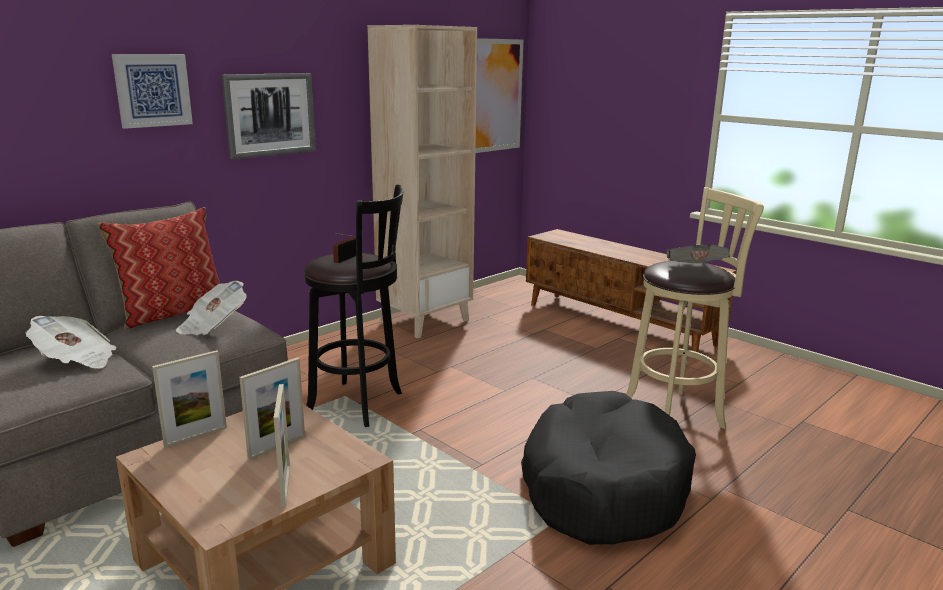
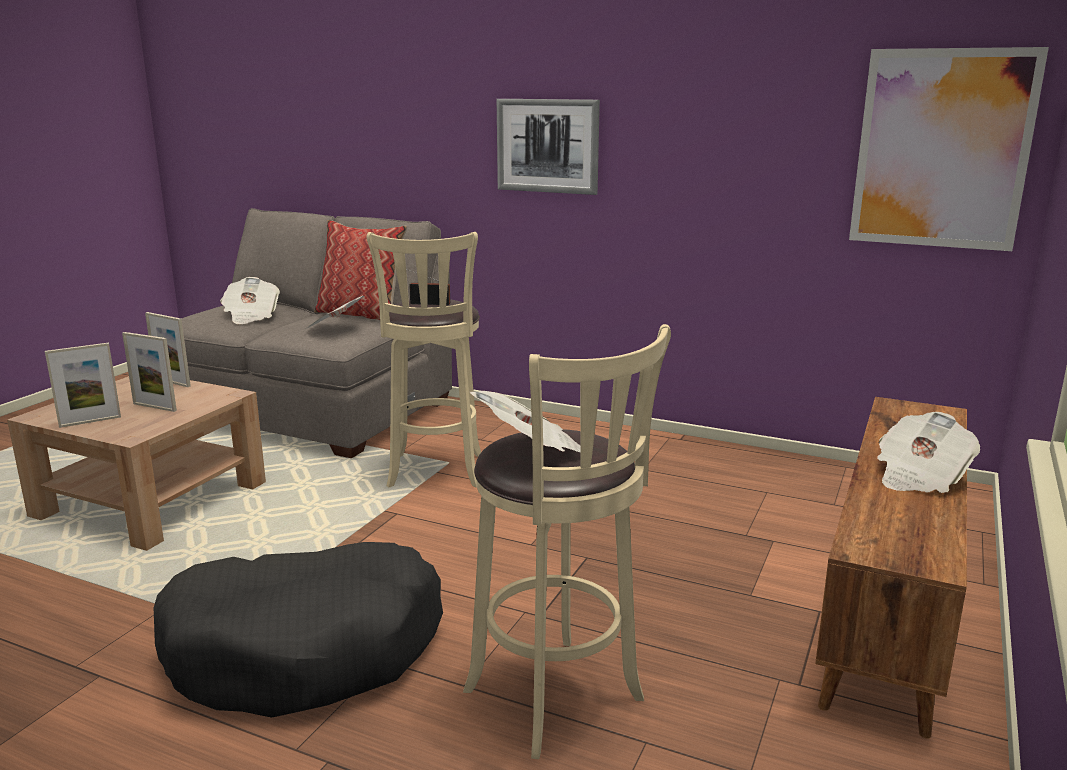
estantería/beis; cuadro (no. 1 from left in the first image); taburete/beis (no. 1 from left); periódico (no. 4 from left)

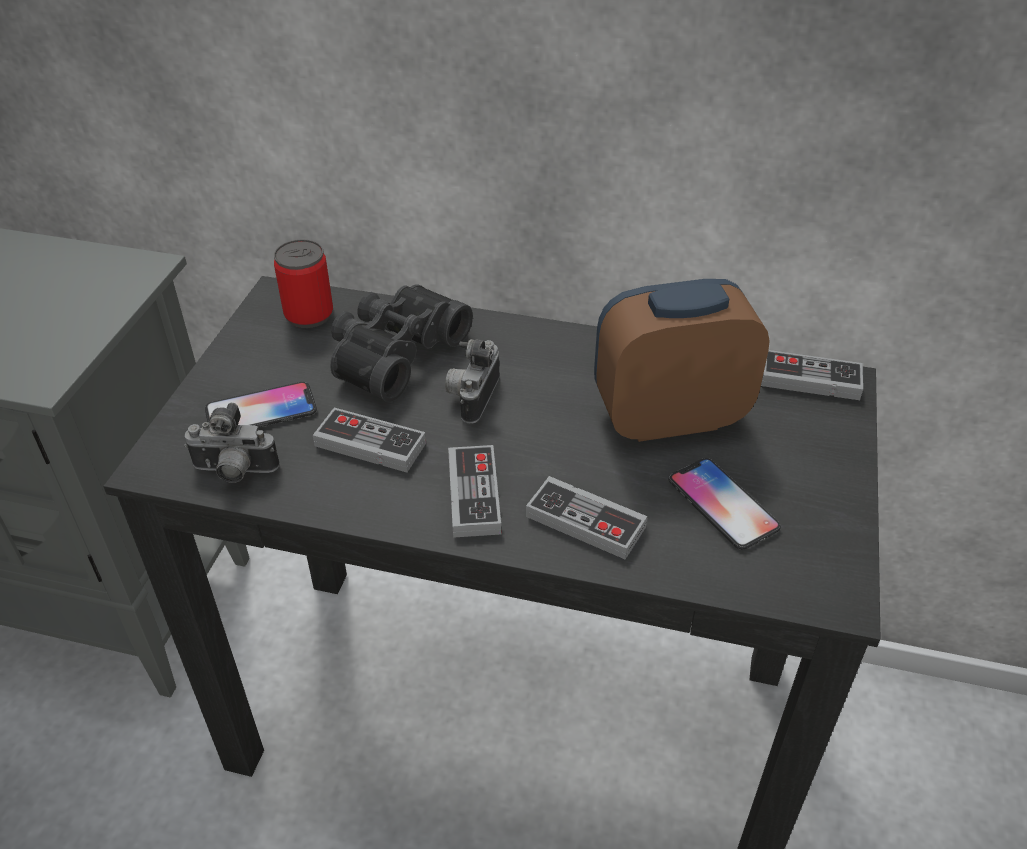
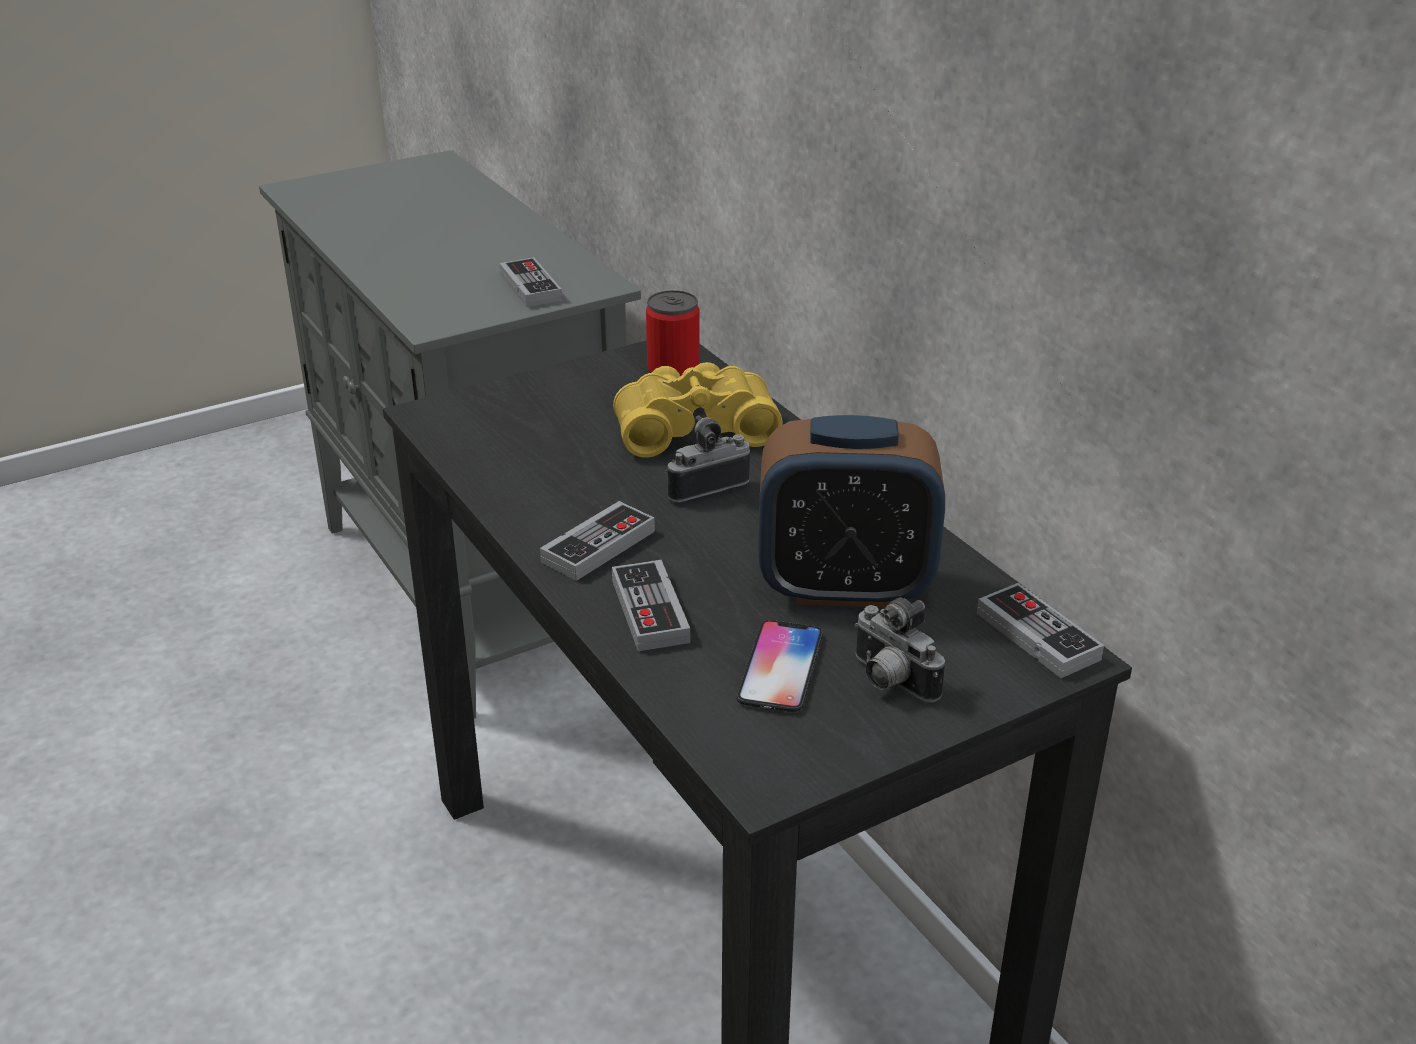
despertador; prismáticos/amarillo; móvil (no. 1 from left in the first image); cámara (no. 2 from left); mando de consola (no. 1 from left)

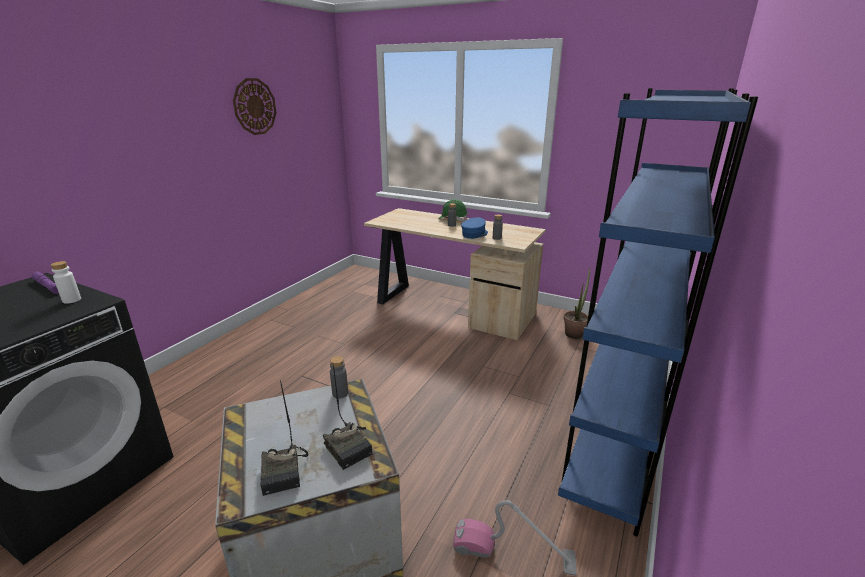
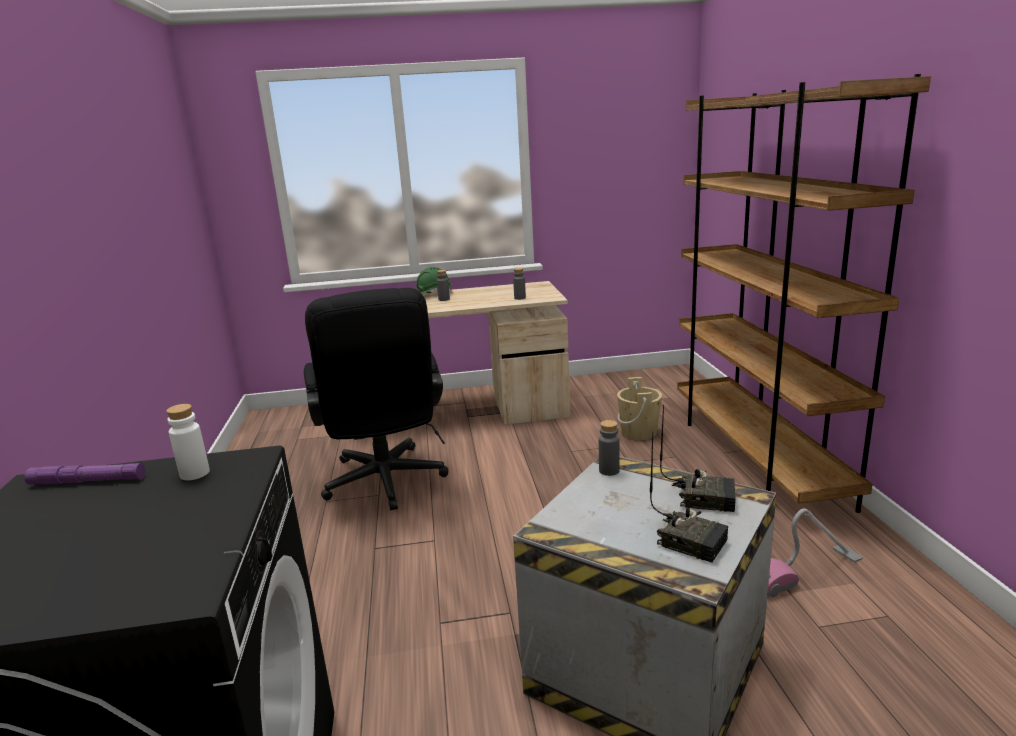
reloj de pared; estantería/marrón; gorra/azul; planta en maceta; silla de oficina/negro; cubo/beis

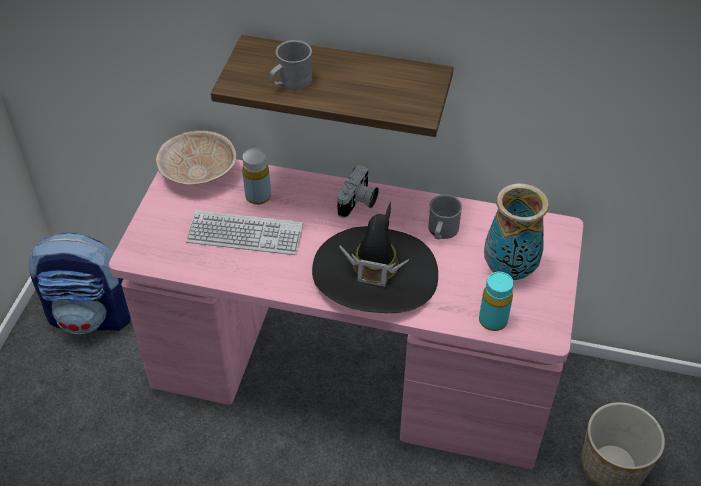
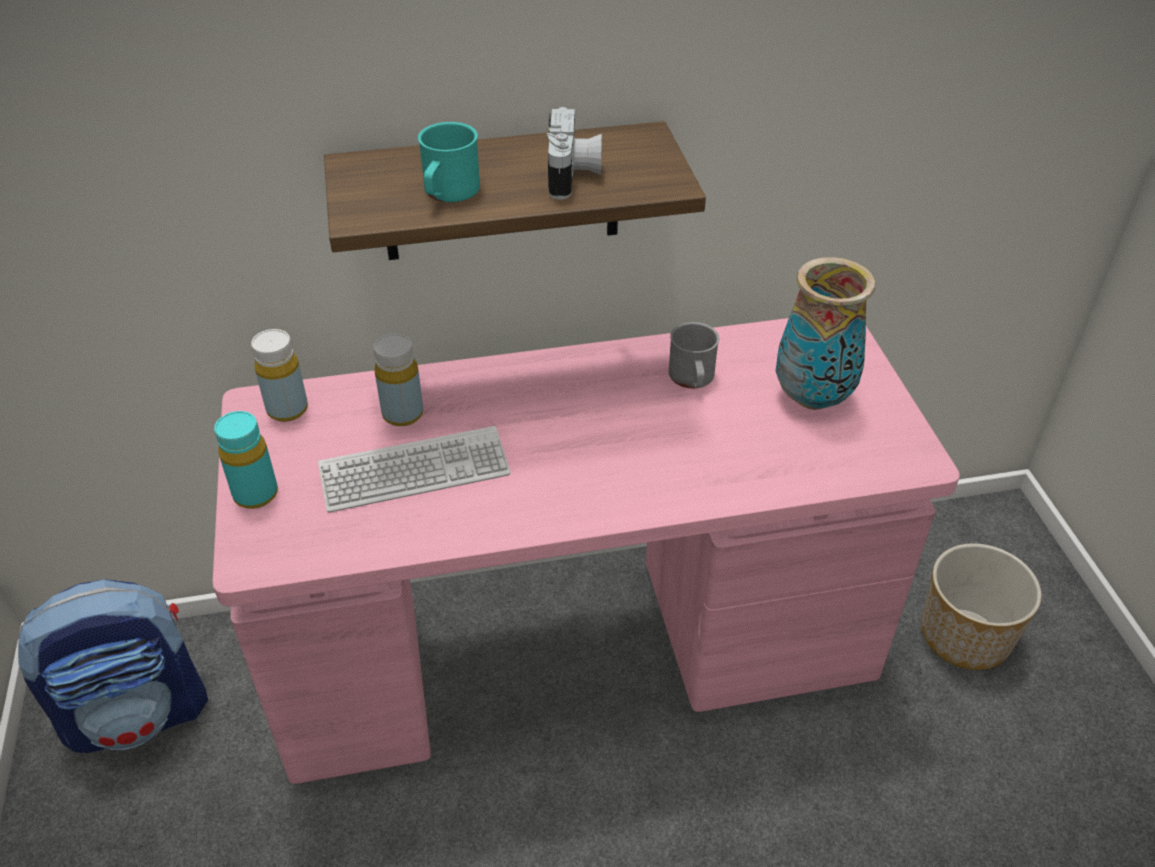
taza grande/turquesa; botella/amarillo (no. 1 from left); cámara; sombrero/negro; botella/turquesa

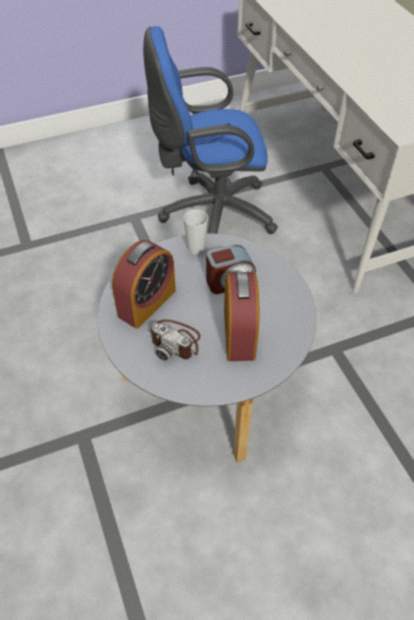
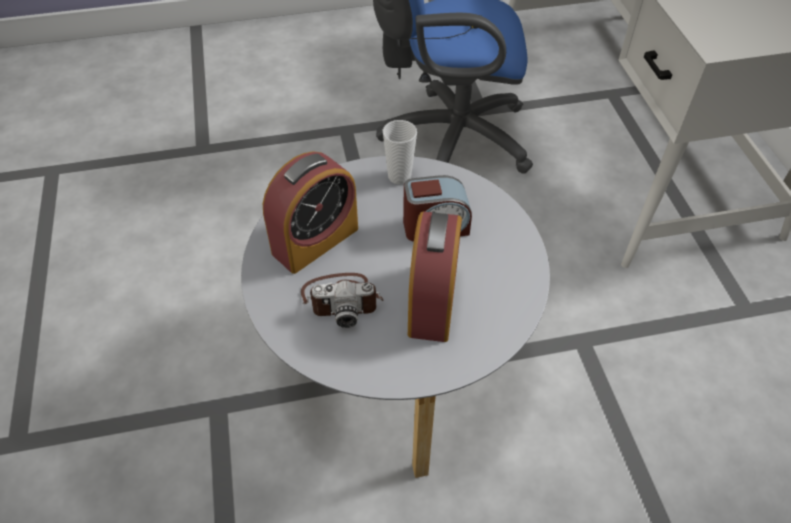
cámara

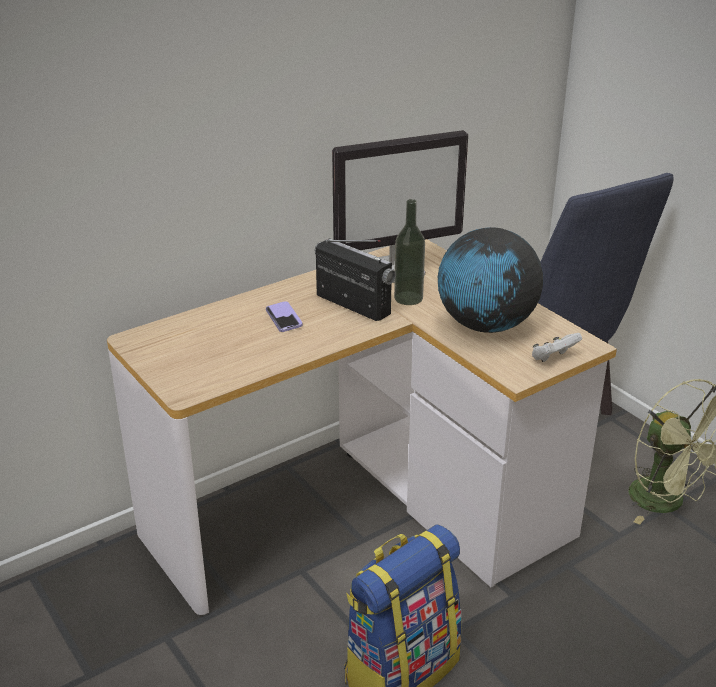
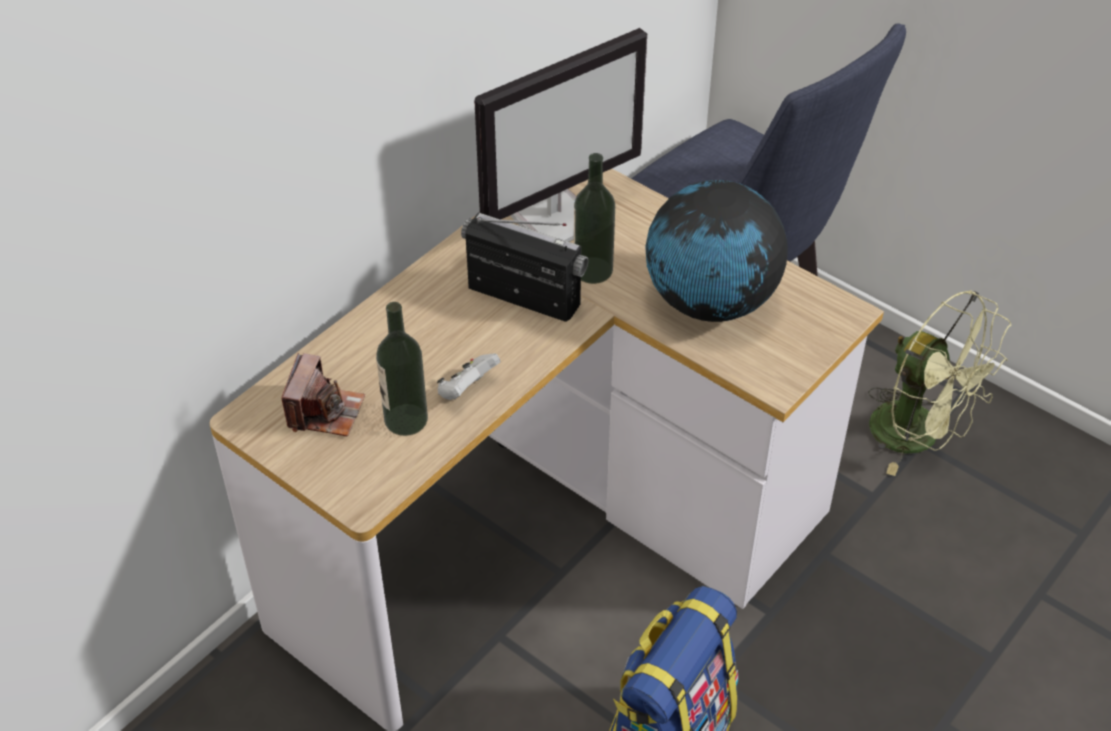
móvil; mando de consola/blanco; botella (no. 1 from left); cámara

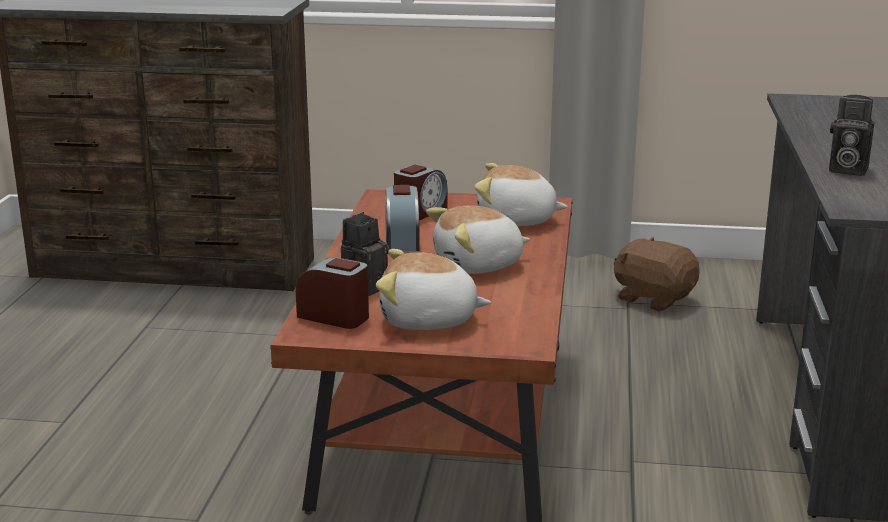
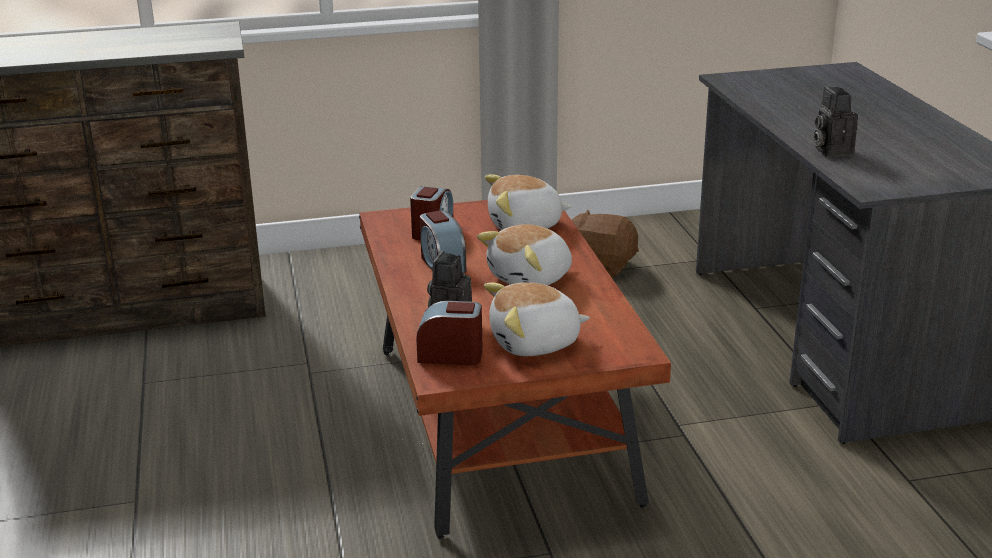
cámara (no. 2 from left)

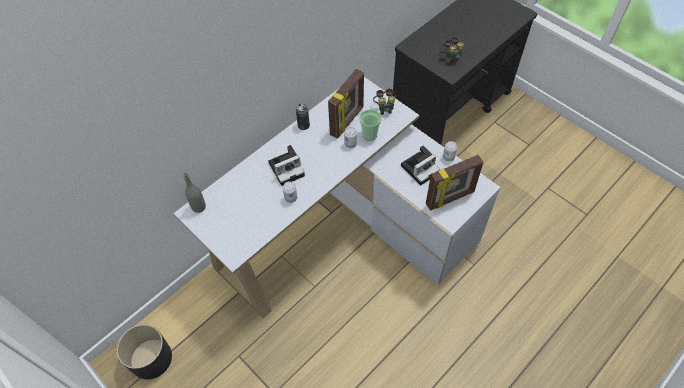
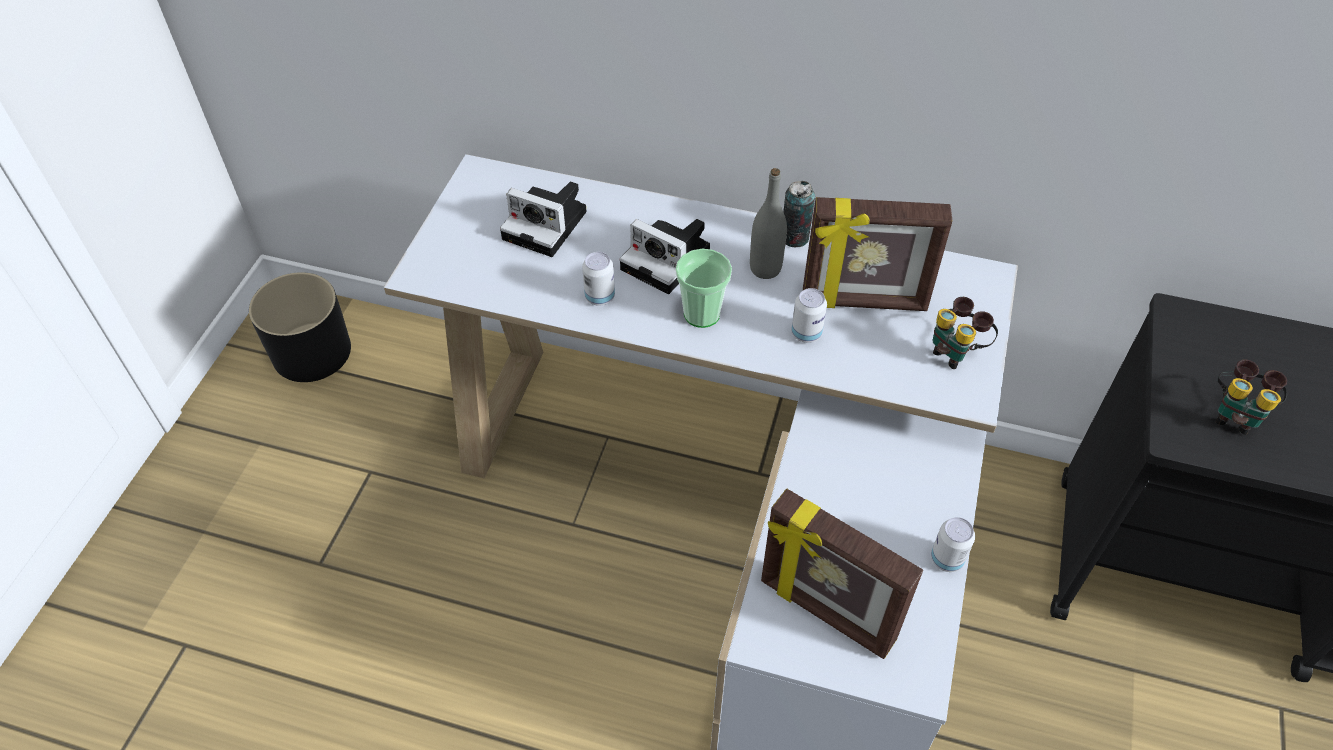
taza; cámara (no. 1 from left); botella/gris

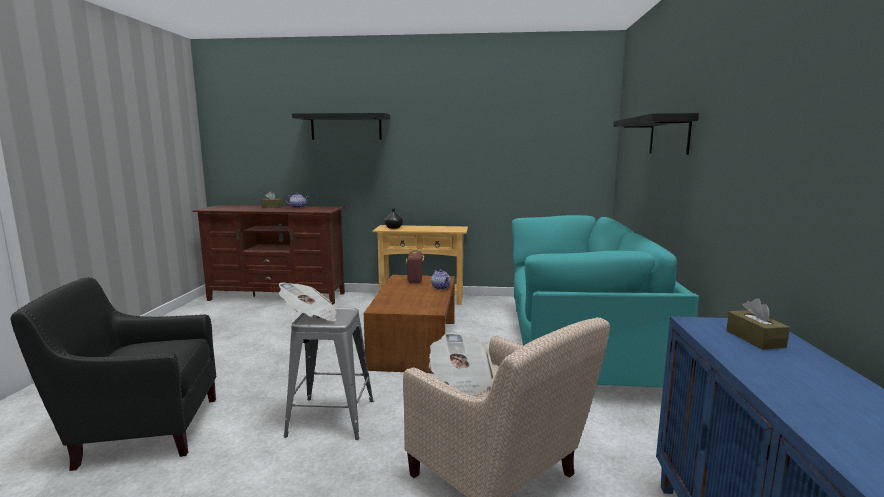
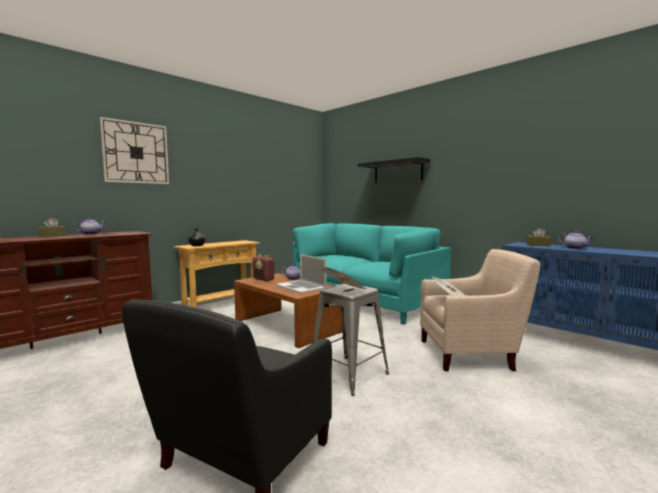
reloj de pared; tetera (no. 3 from left); portátil

